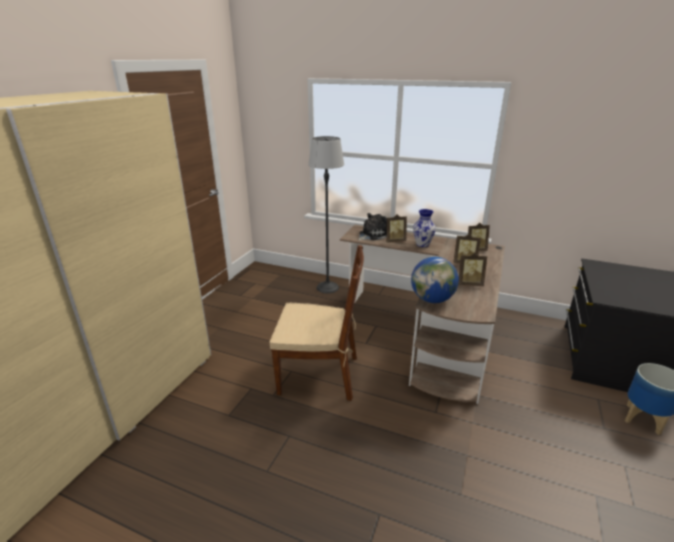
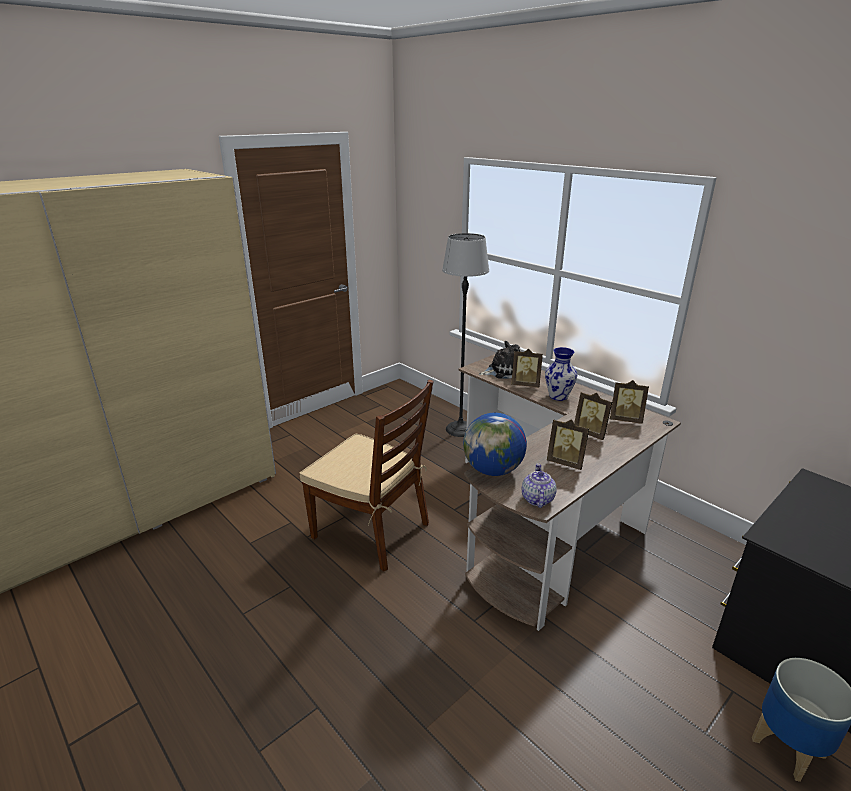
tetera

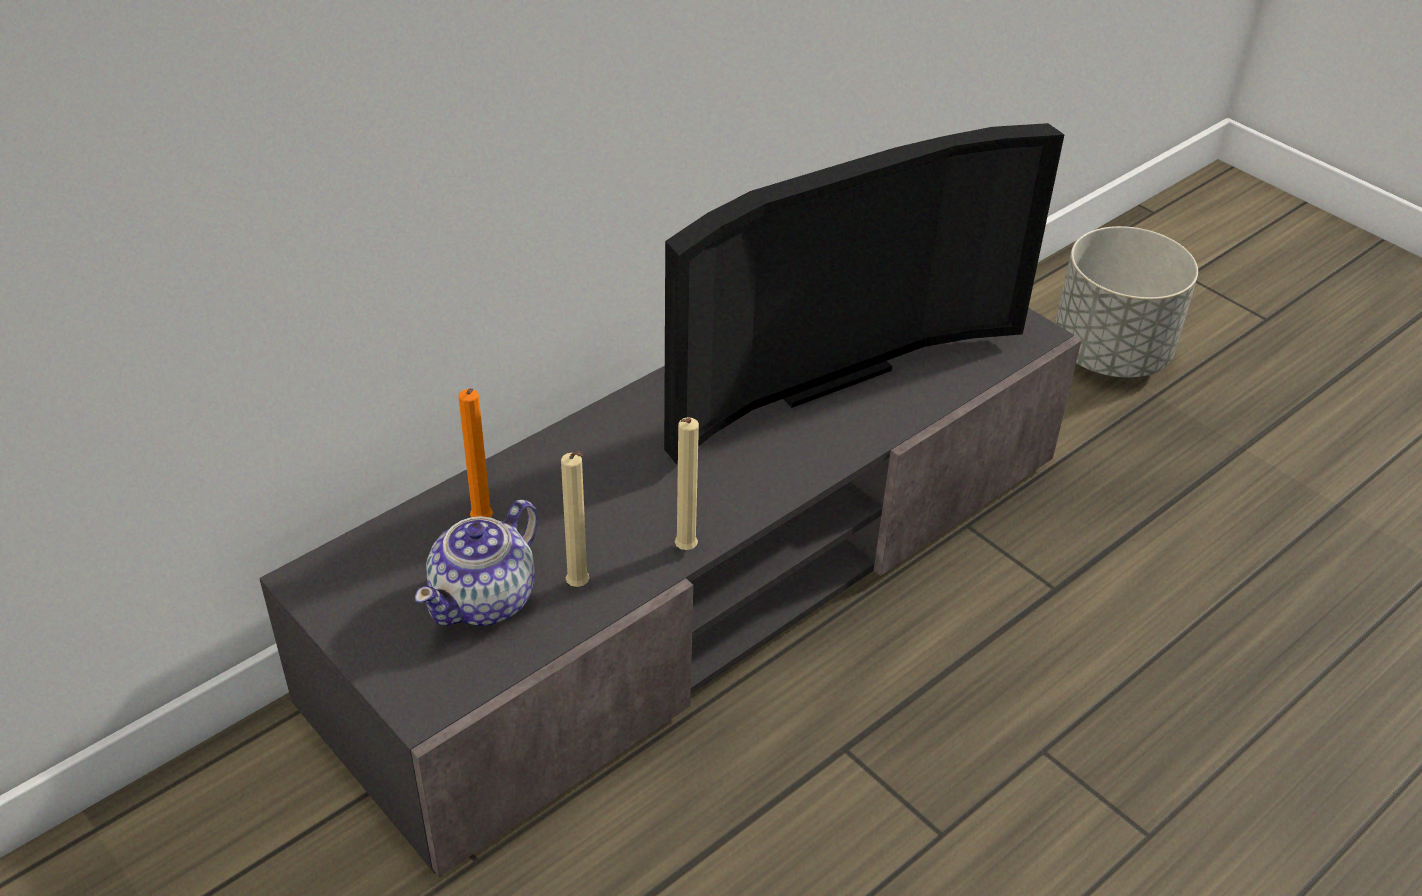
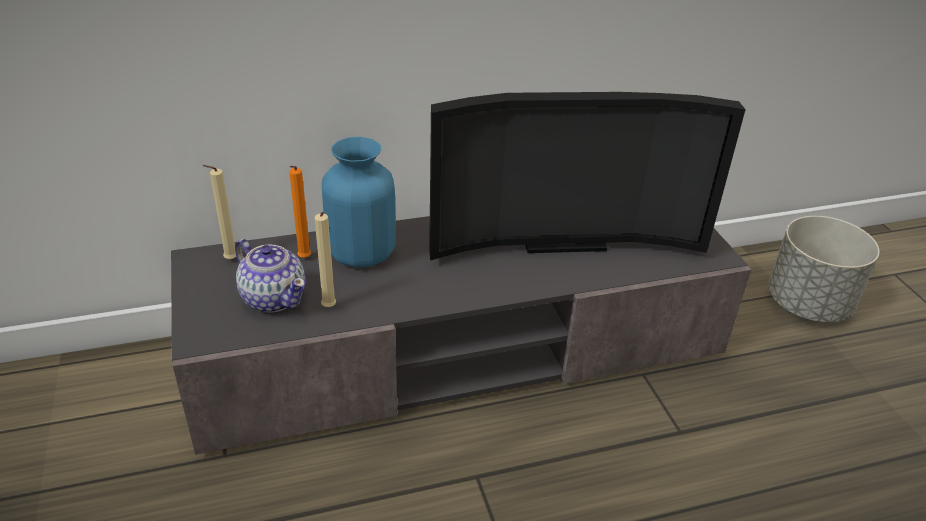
vela/beis (no. 1 from left); tetera; florero/azul

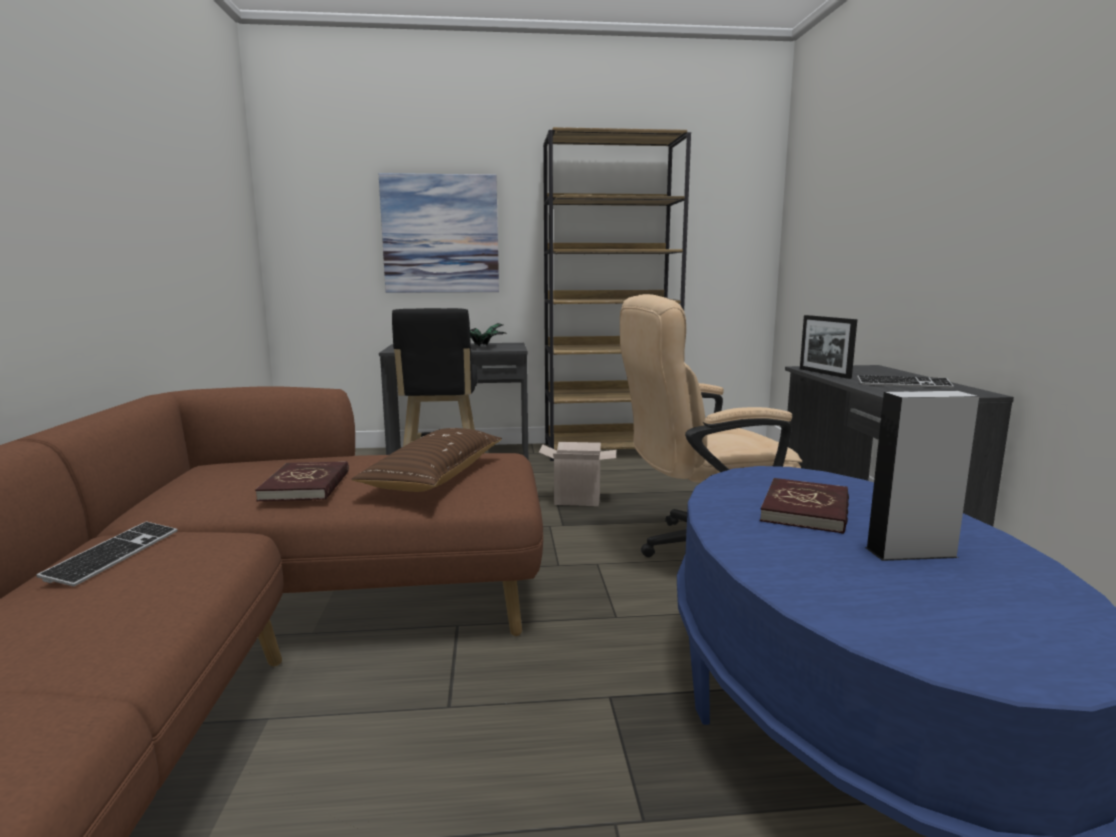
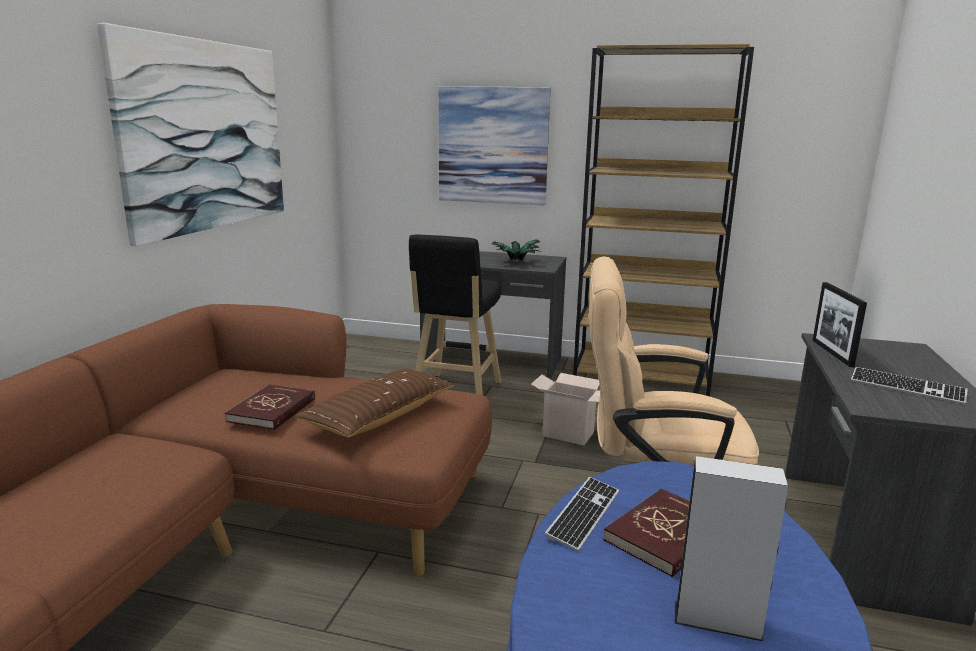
teclado (no. 1 from left); cuadro (no. 1 from left)

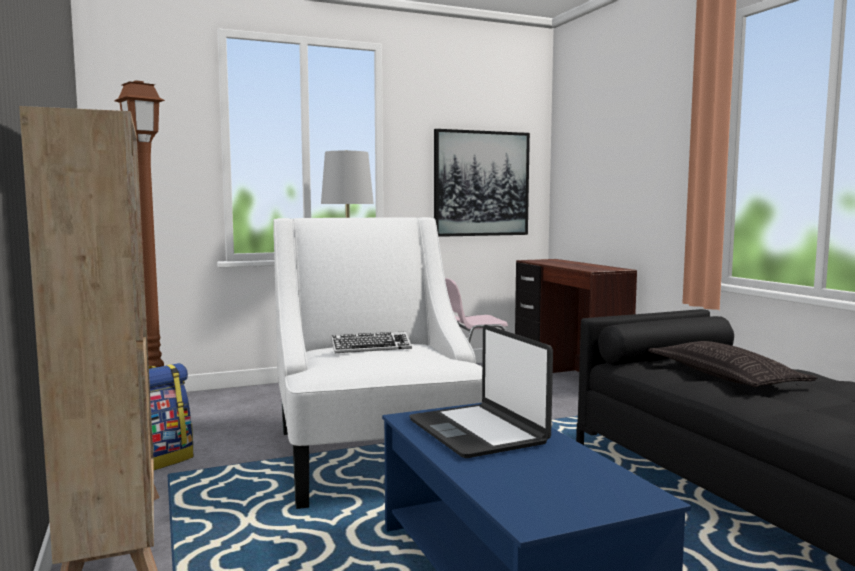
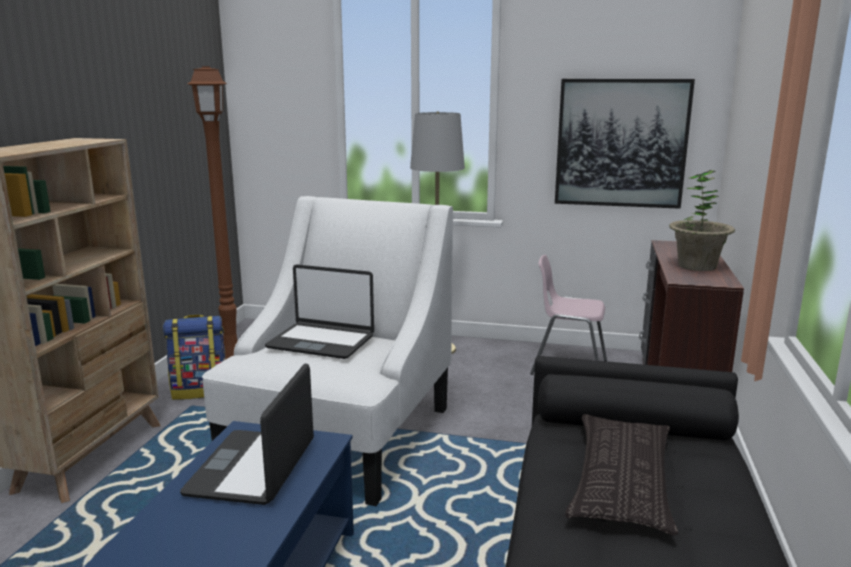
portátil (no. 2 from left); planta en maceta

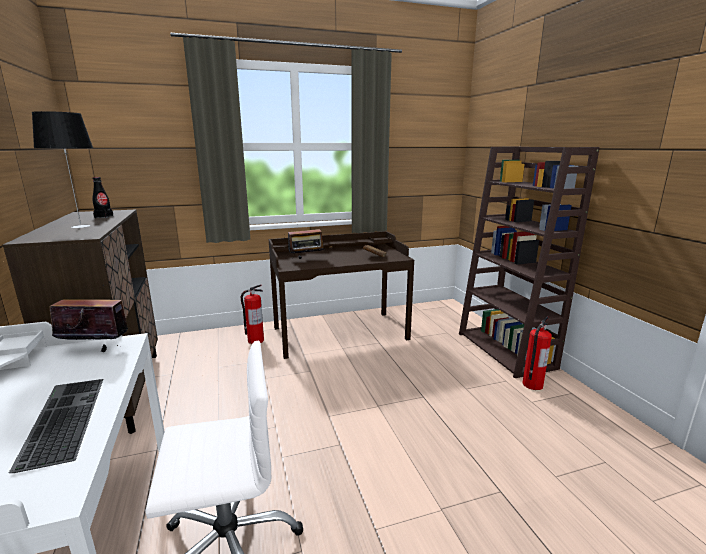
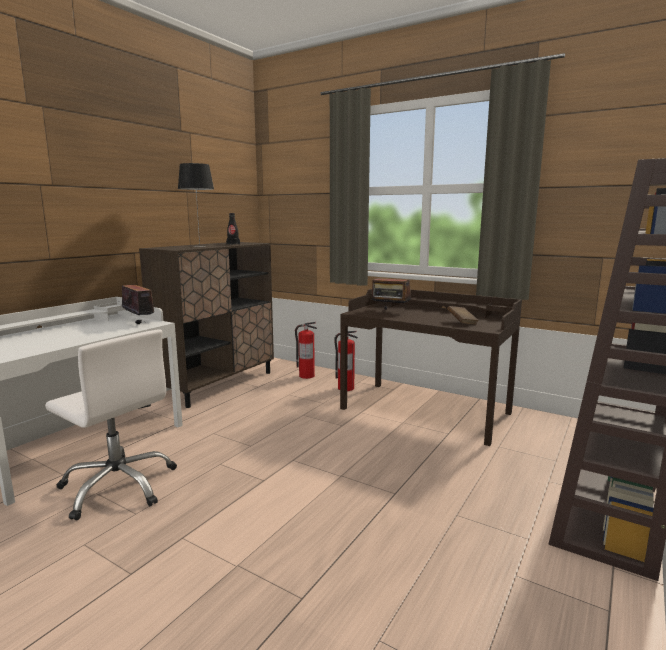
extintor (no. 1 from left); teclado

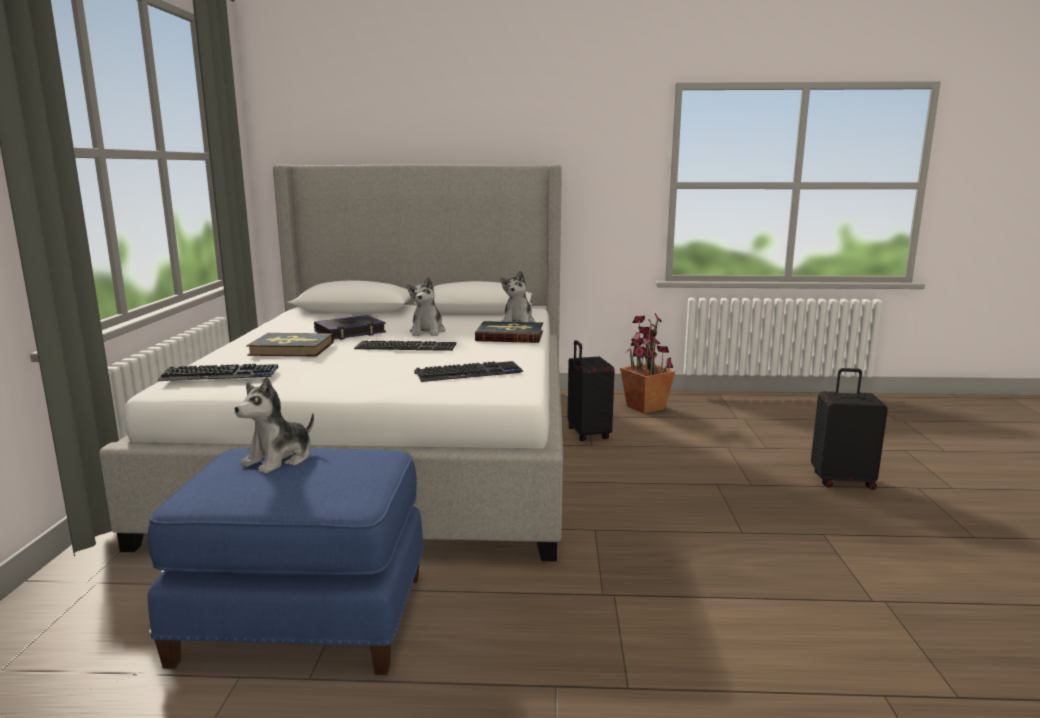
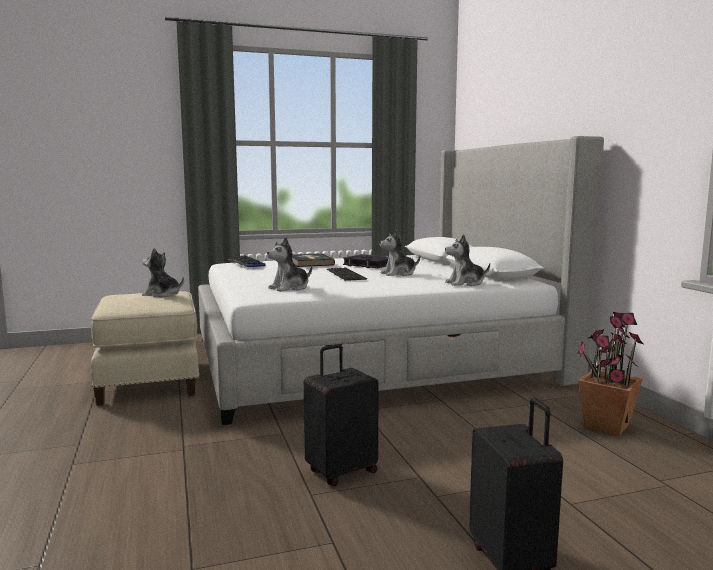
libro (no. 3 from left in the first image); maleta/negro (no. 1 from left); peluche (no. 2 from left); puf/beis

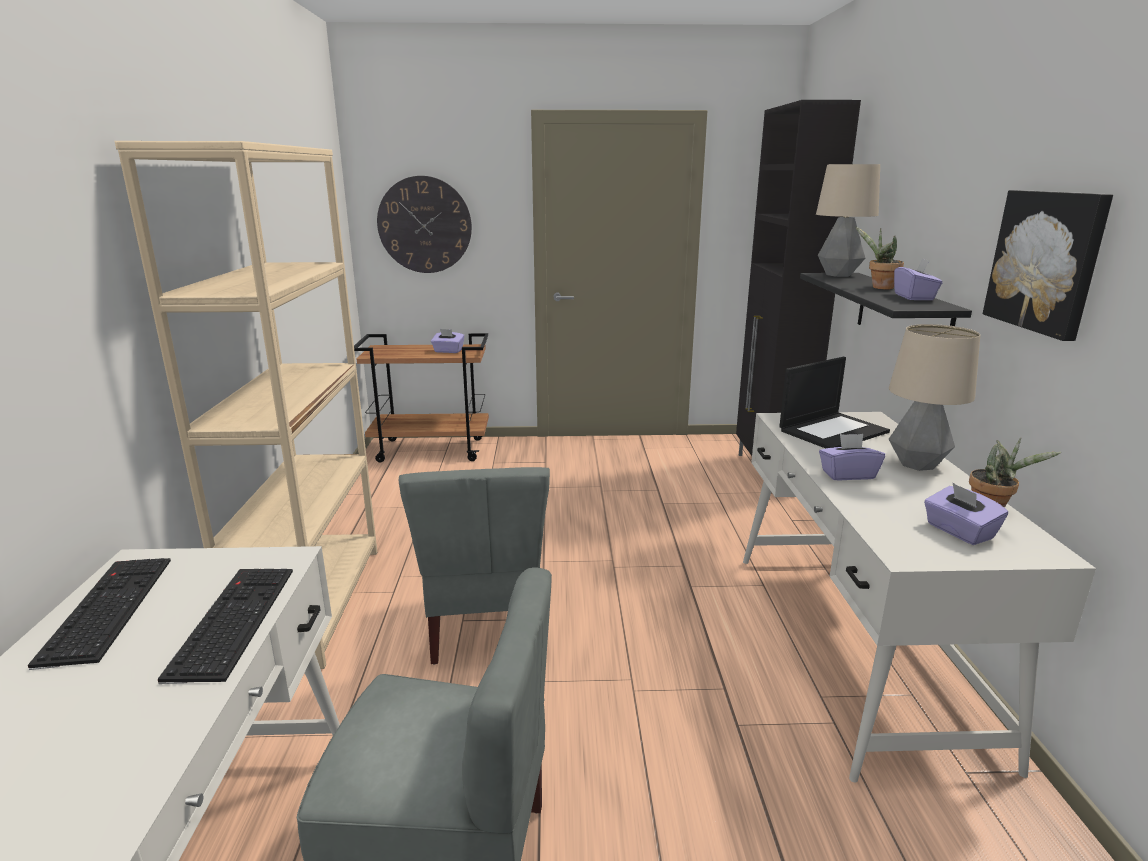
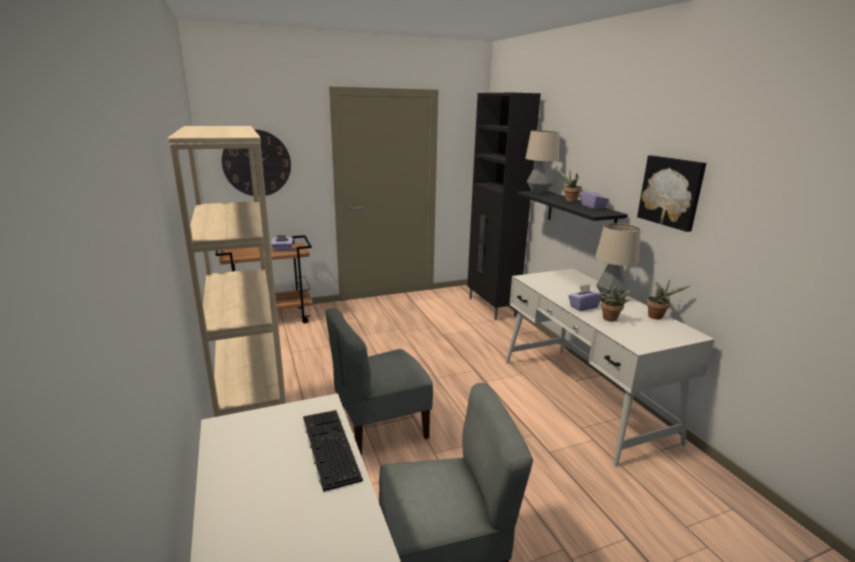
portátil; silla/gris (no. 1 from left); caja de pañuelos/morado (no. 4 from left in the first image); teclado (no. 1 from left in the first image); planta en maceta (no. 2 from left)

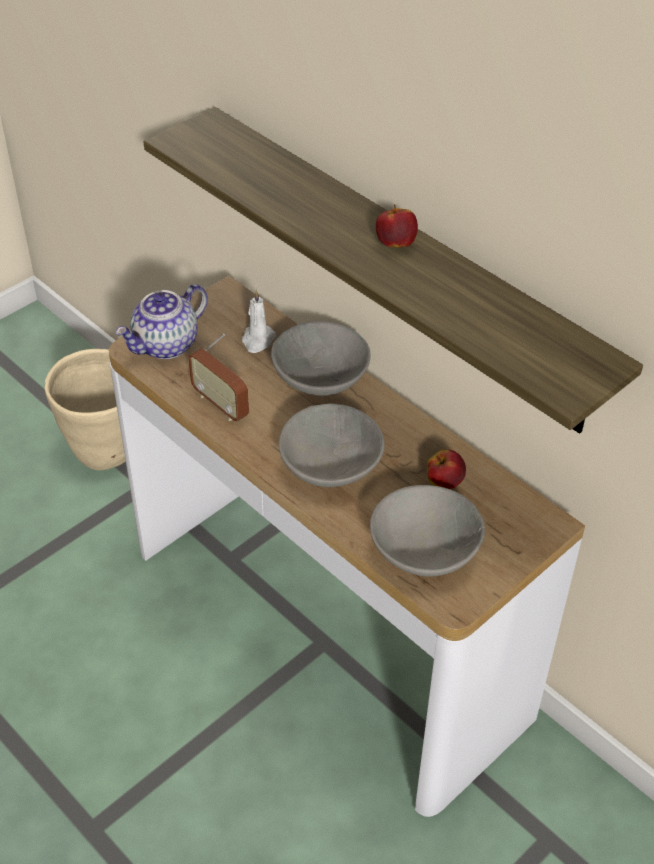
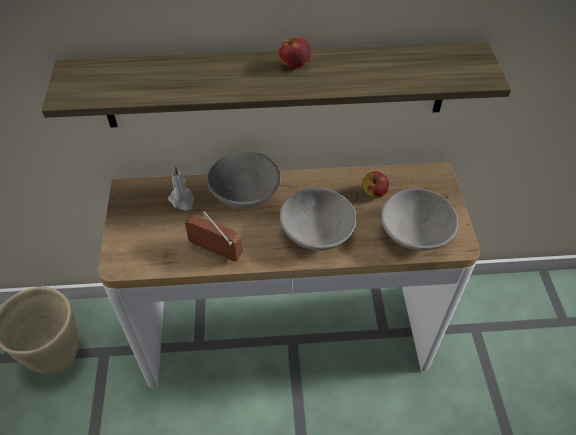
tetera; radio

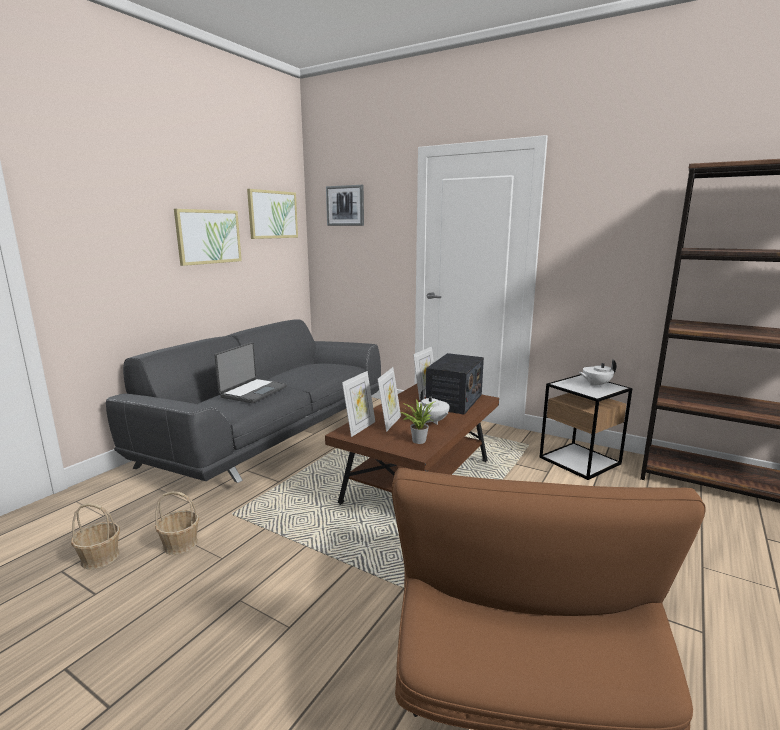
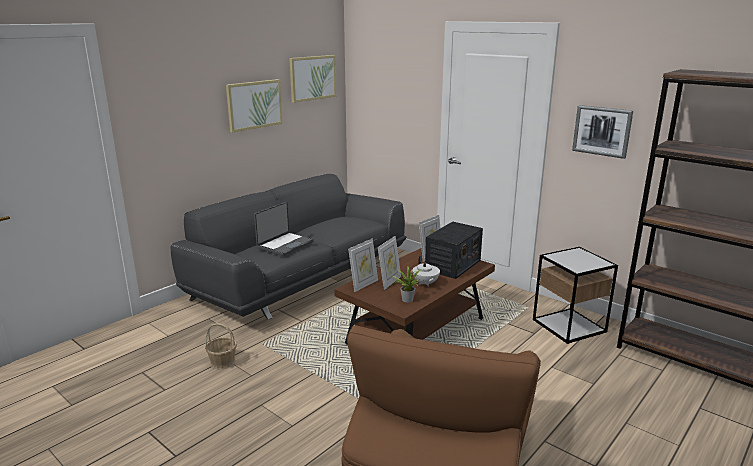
cuadro (no. 3 from left); tetera/blanco (no. 2 from left in the first image); cesta (no. 1 from left in the first image)

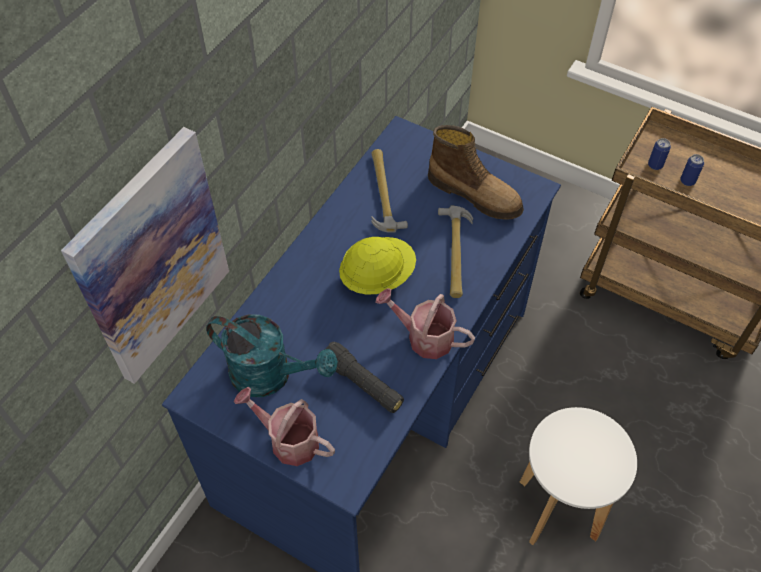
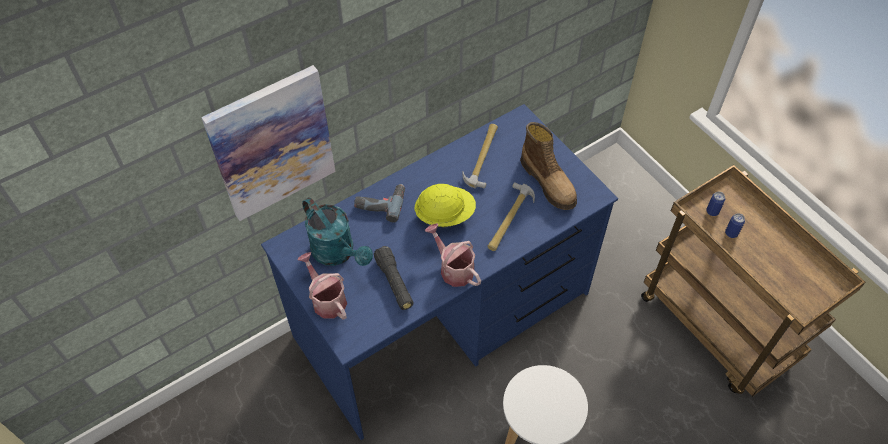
taladro

